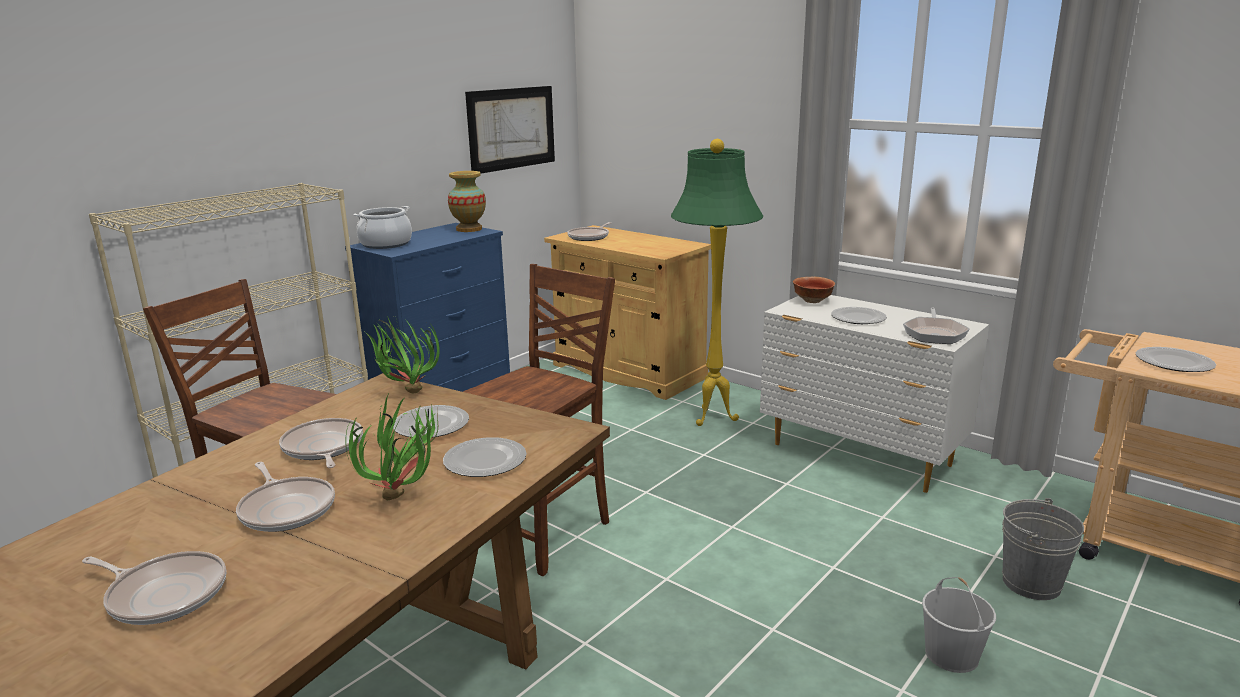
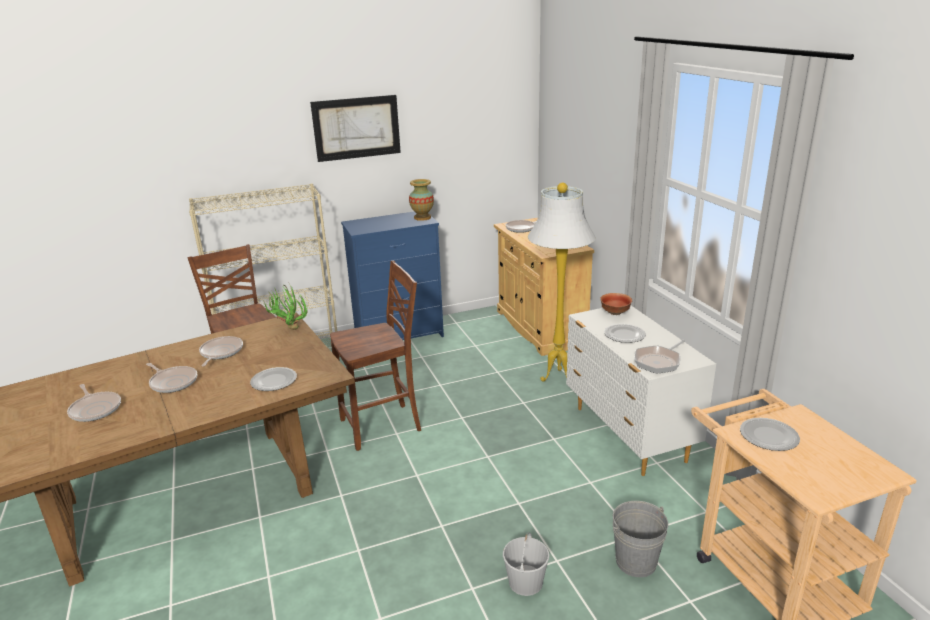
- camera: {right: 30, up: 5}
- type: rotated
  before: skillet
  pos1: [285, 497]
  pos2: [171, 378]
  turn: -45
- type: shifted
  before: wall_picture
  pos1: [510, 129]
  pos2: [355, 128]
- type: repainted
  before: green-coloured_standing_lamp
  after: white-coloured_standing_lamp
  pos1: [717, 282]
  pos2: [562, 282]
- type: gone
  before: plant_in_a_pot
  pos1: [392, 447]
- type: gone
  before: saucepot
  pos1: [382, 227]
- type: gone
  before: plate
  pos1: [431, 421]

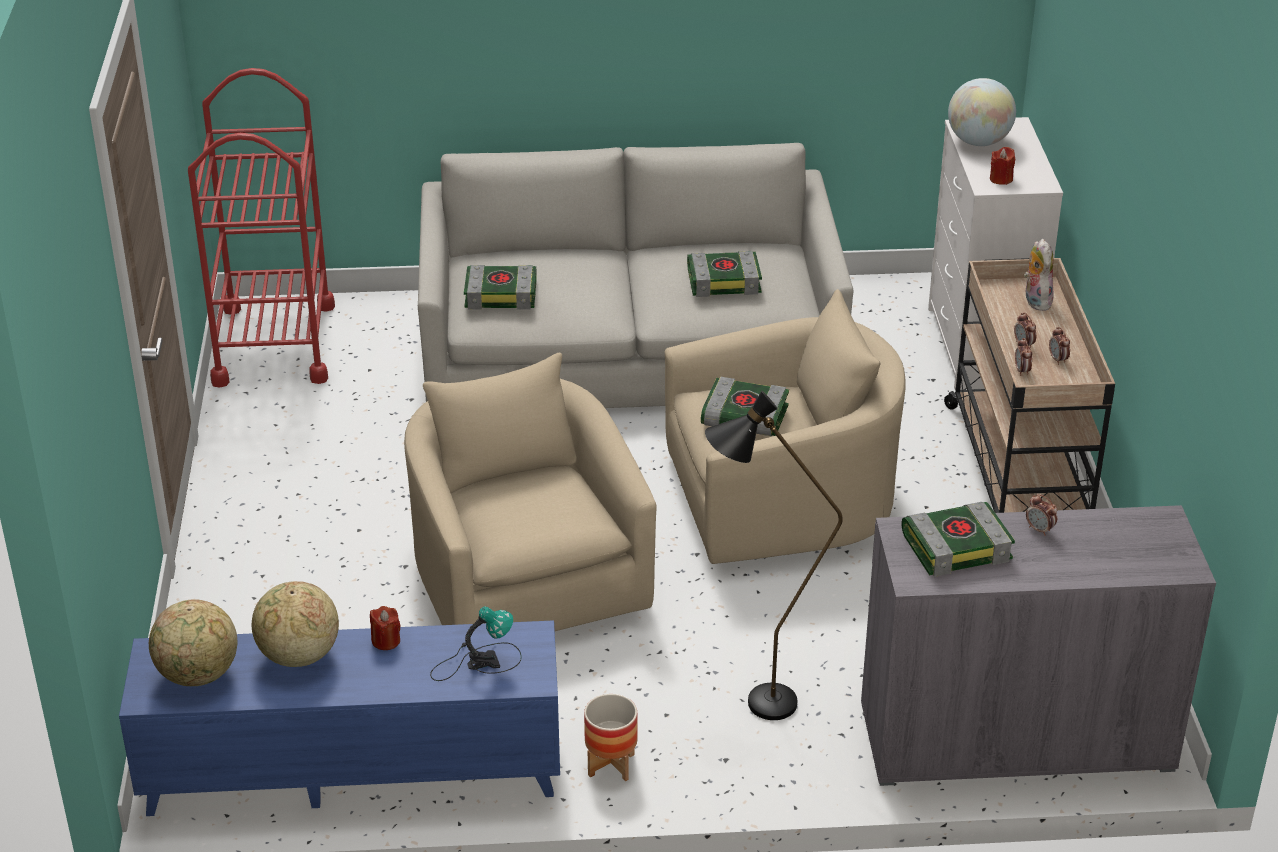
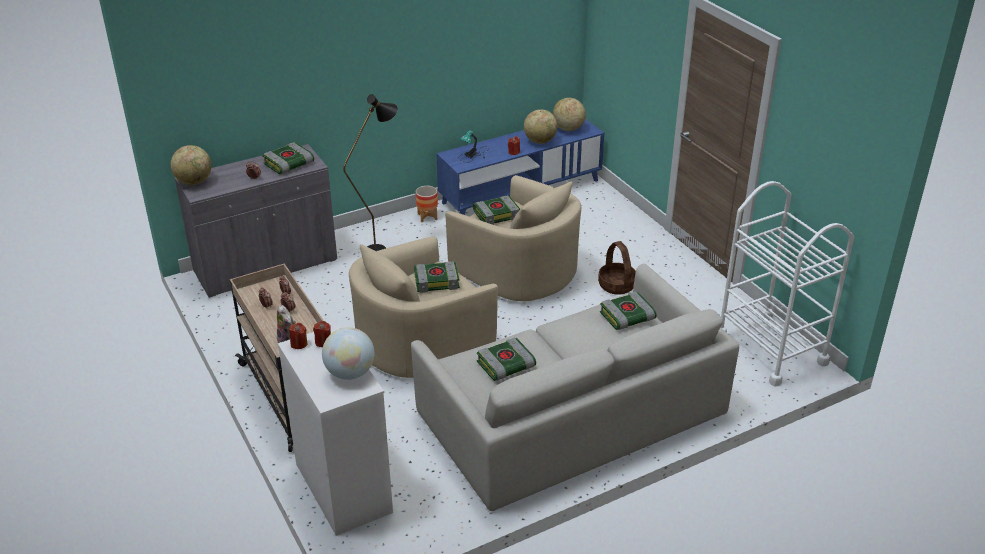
- camera: {right: 155, up: 0}
- type: new
  after: desk_globe
  pos2: [191, 165]
- type: new
  after: red_candle
  pos2: [298, 336]
- type: new
  after: volume
  pos2: [496, 210]
- type: new
  after: basket
  pos2: [617, 268]
- type: repainted
  before: red_trolley
  after: white-coloured_trolley
  pos1: [261, 228]
  pos2: [787, 283]

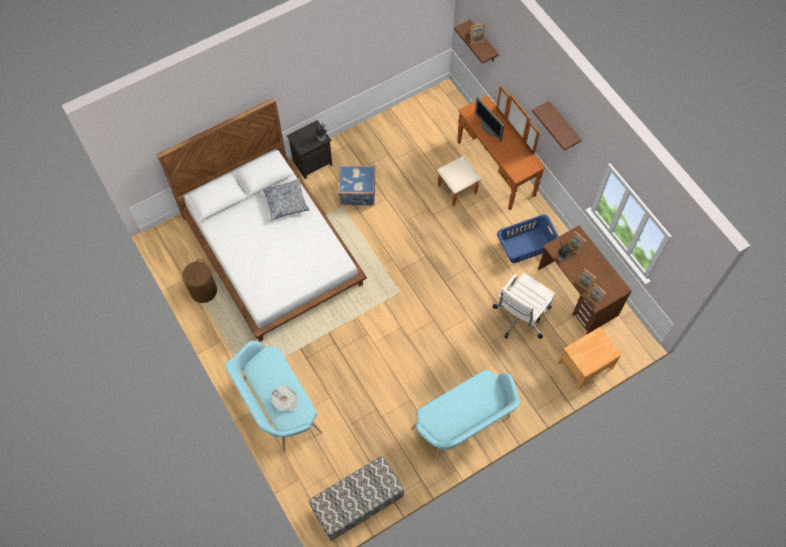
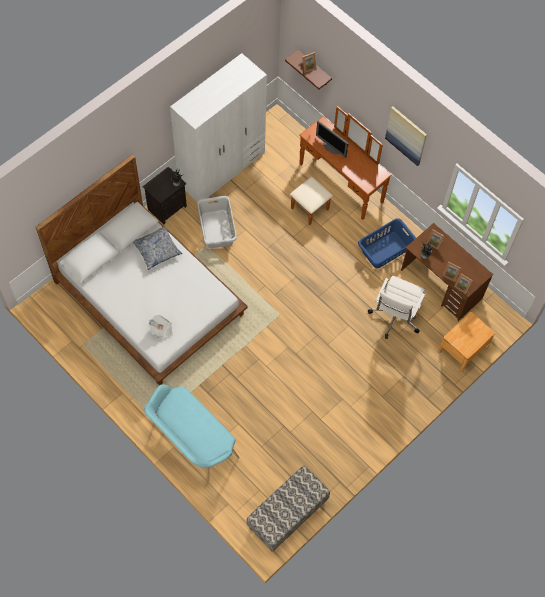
- camera: {right: -15, up: 0}
- type: shifted
  before: daily_paper
  pos1: [284, 398]
  pos2: [161, 326]
- type: new
  after: white-coloured_wardrobe
  pos2: [218, 127]
- type: swapped
  before: bluish_suitcase
  after: grey_washing_basket
  pos1: [356, 185]
  pos2: [217, 222]
- type: swapped
  before: brownish_shelf
  after: wall_picture
  pos1: [557, 126]
  pos2: [406, 136]
- type: gone
  before: brownish_washing_basket
  pos1: [199, 281]
- type: gone
  before: blue-green_indoor_bench
  pos1: [465, 416]

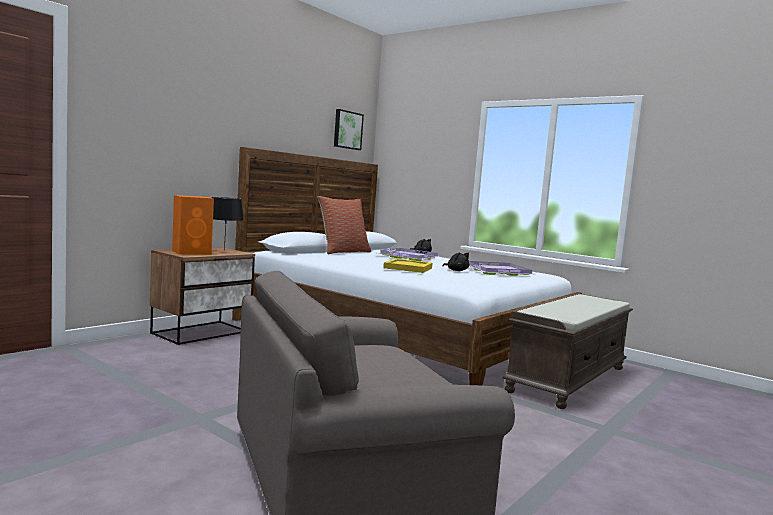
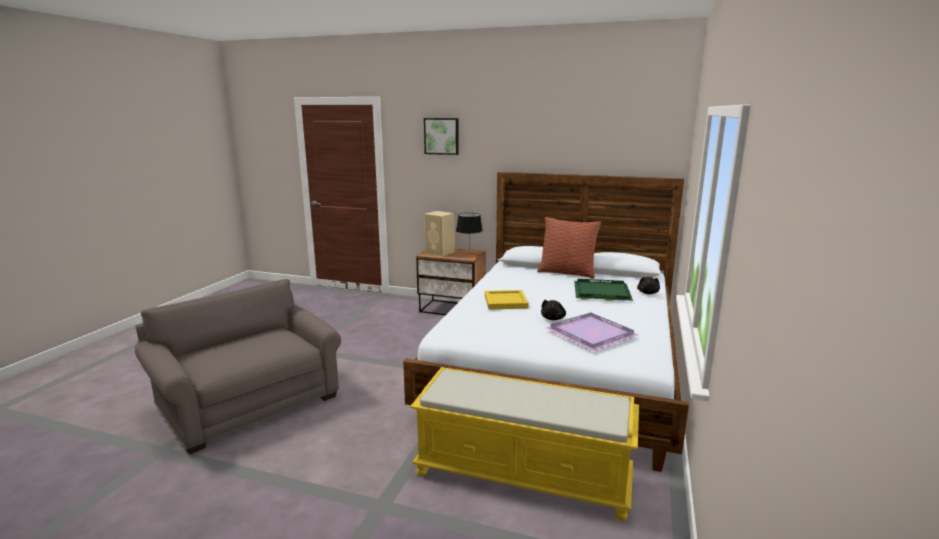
- camera: {right: 70, up: 10}
- type: repainted
  before: brownish_indoor_bench
  after: yellow-coloured_indoor_bench
  pos1: [567, 351]
  pos2: [524, 444]
- type: shifted
  before: wall_picture
  pos1: [349, 129]
  pos2: [441, 136]
- type: repainted
  before: orange-coloured_speaker
  after: sand-coloured_speaker
  pos1: [193, 225]
  pos2: [439, 233]
- type: repainted
  before: purple-coloured_tray
  after: green-coloured_tray
  pos1: [408, 254]
  pos2: [603, 290]

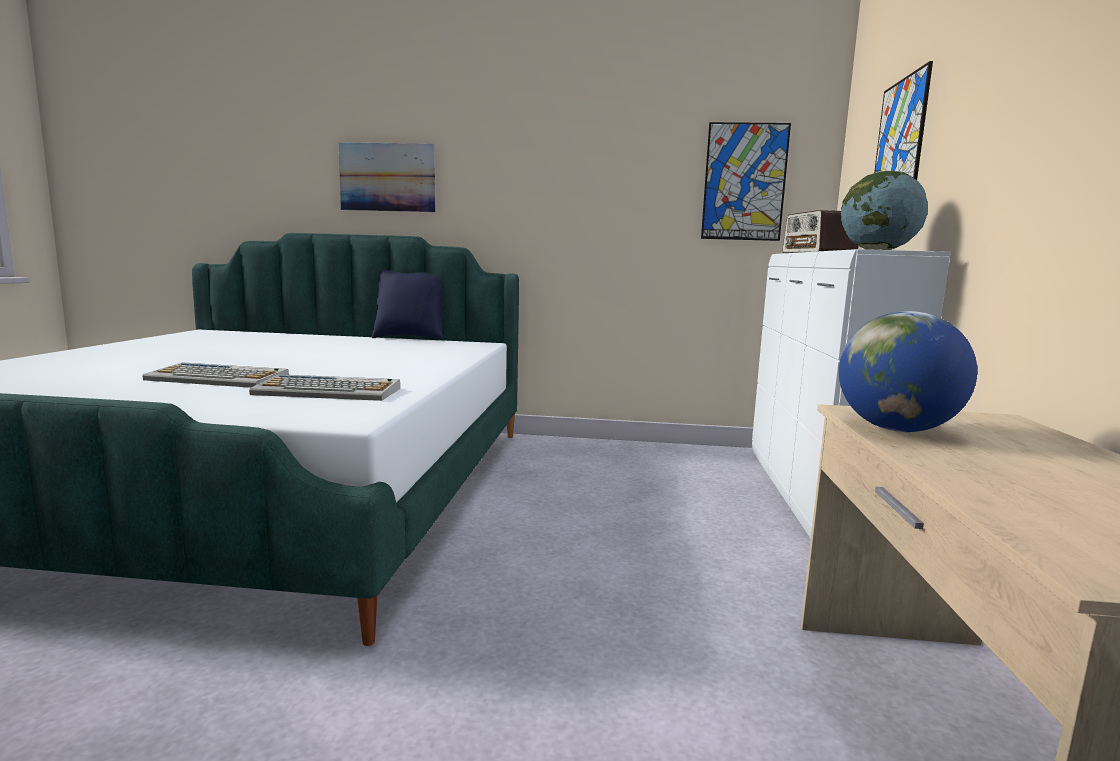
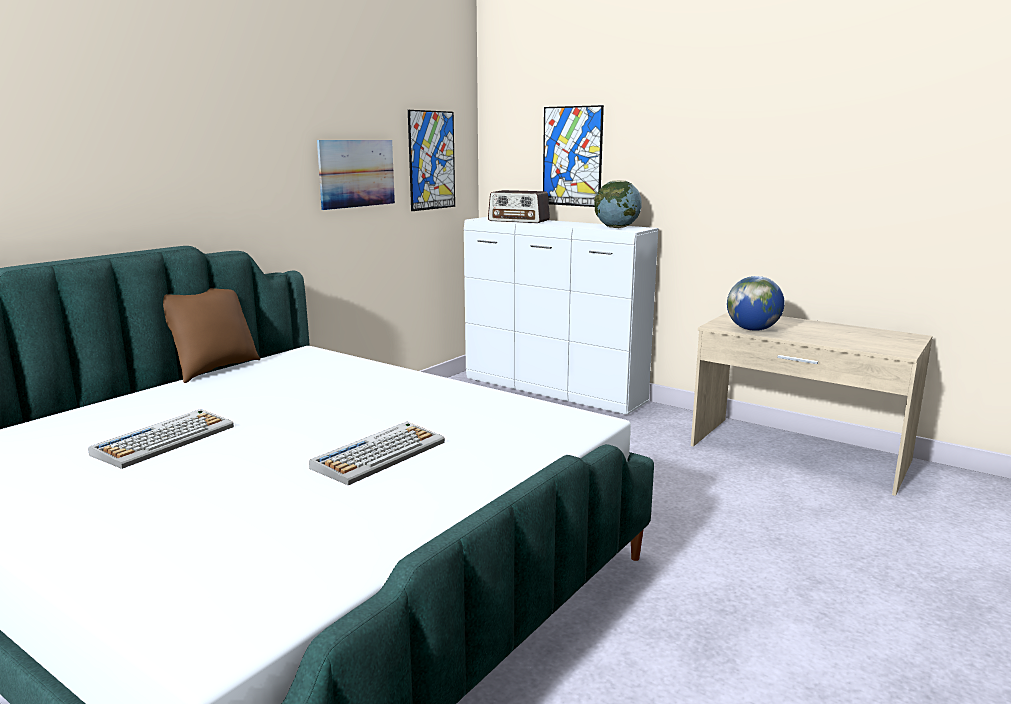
- camera: {right: -60, up: 5}
- type: shifted
  before: PC_keyboard
  pos1: [324, 387]
  pos2: [161, 439]
- type: repainted
  before: bluish_pillow
  after: brownish_pillow
  pos1: [407, 305]
  pos2: [211, 335]
- type: shifted
  before: wall_picture
  pos1: [387, 177]
  pos2: [356, 175]

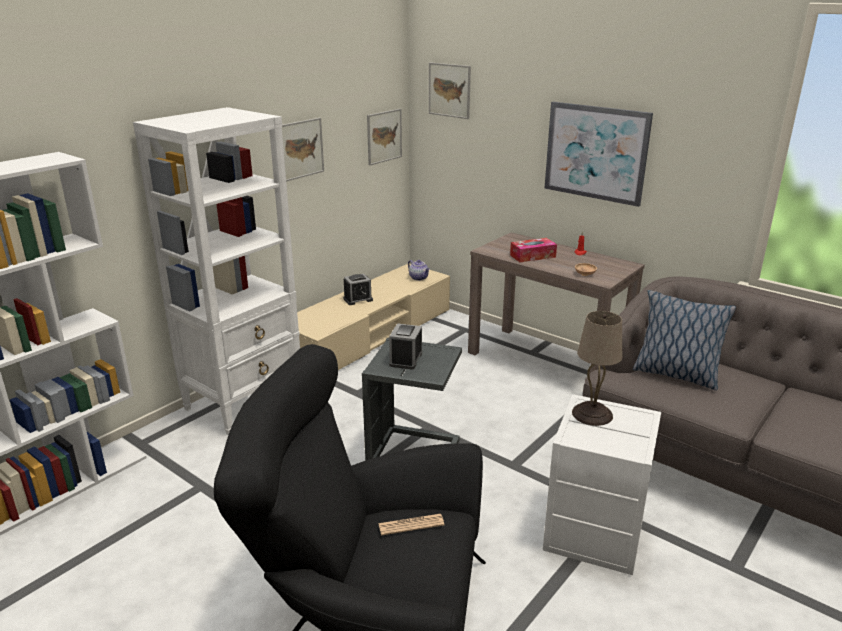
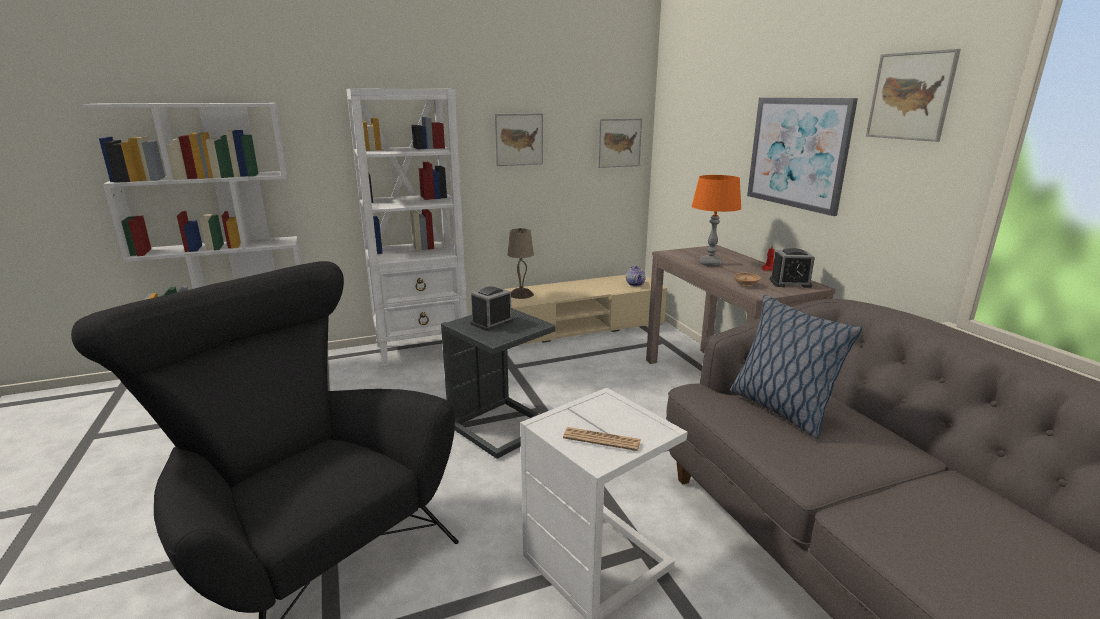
- camera: {right: 30, up: -5}
- type: shifted
  before: sand-coloured_tabletop_lamp
  pos1: [597, 368]
  pos2: [520, 263]
- type: shifted
  before: daily_paper
  pos1: [411, 524]
  pos2: [602, 439]
- type: swapped
  before: box_of_tissues
  after: orange-coloured_tabletop_lamp
  pos1: [533, 250]
  pos2: [717, 220]
- type: shifted
  before: alarm_clock
  pos1: [358, 289]
  pos2: [792, 268]
- type: shifted
  before: wall_picture
  pos1: [450, 90]
  pos2: [913, 95]

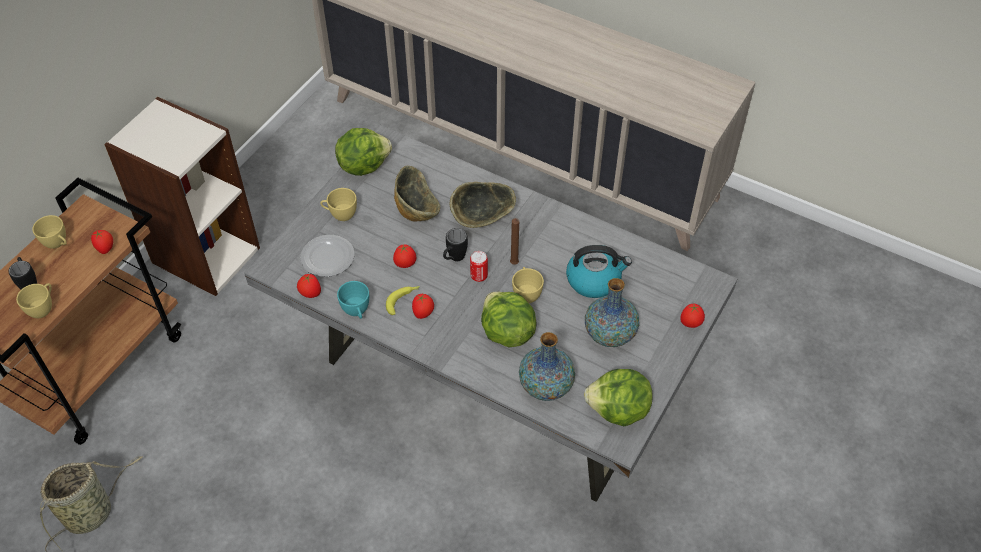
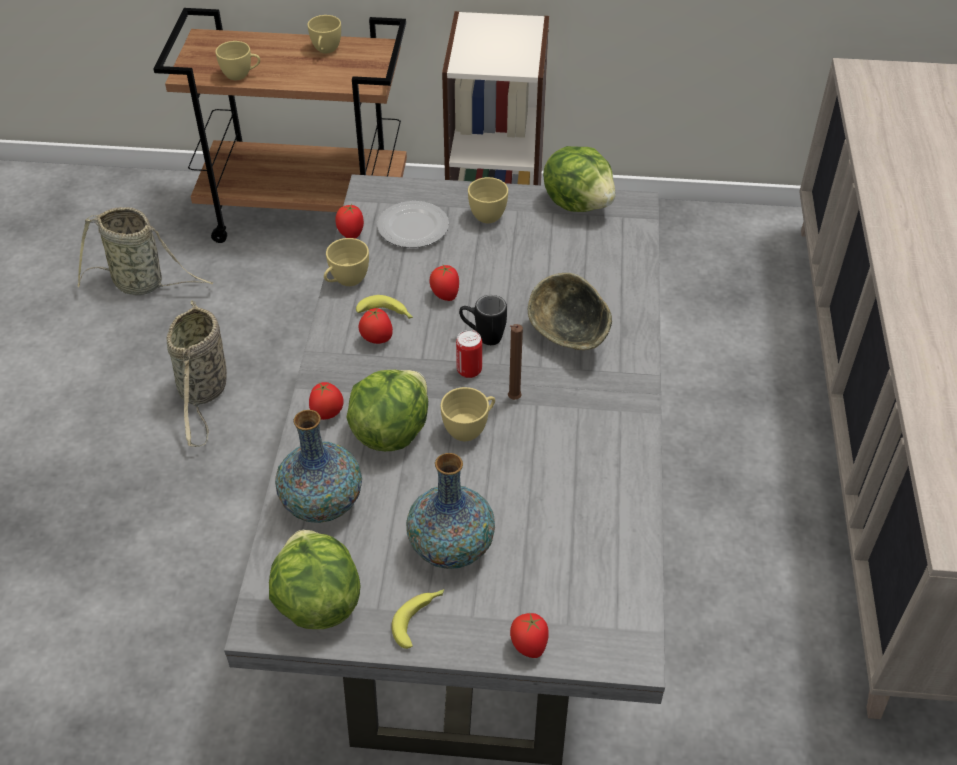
- camera: {right: 65, up: -5}
- type: new
  after: basket
  pos2: [197, 373]
- type: shifted
  before: fresh_tomato
  pos1: [102, 242]
  pos2: [326, 401]
- type: repainted
  before: blue-green_cup
  after: yellow-coloured_cup
  pos1: [353, 300]
  pos2: [346, 262]
- type: new
  after: whole_banana
  pos2: [417, 619]
- type: gone
  before: black_coffee_mug
  pos1: [22, 273]
- type: gone
  before: bowl
  pos1: [417, 193]
- type: gone
  before: kettle
  pos1: [599, 271]

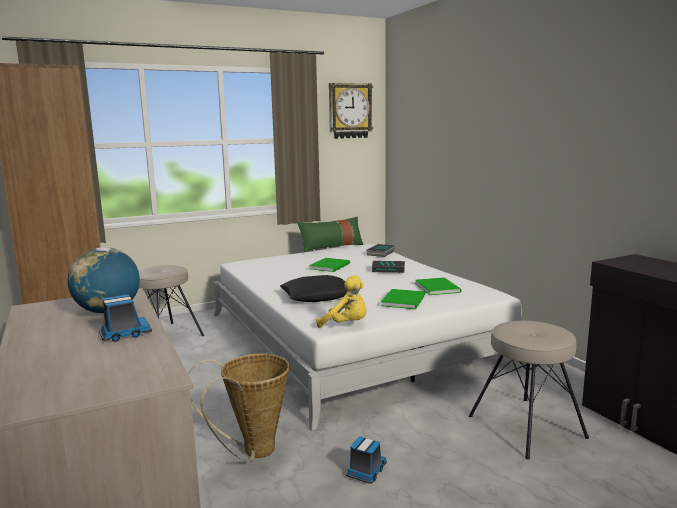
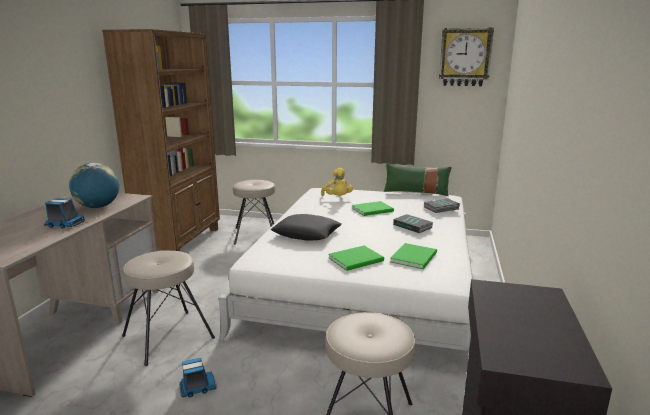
- camera: {right: 40, up: 5}
- type: swapped
  before: basket
  after: sand-coloured_stool_seat
  pos1: [238, 407]
  pos2: [168, 308]
- type: shifted
  before: yellow-coloured_cuddly_toy
  pos1: [341, 301]
  pos2: [337, 182]

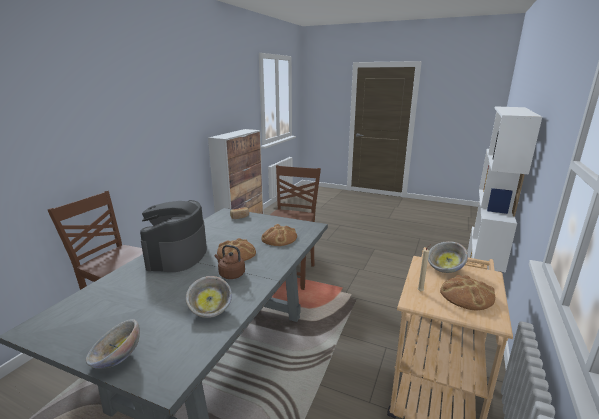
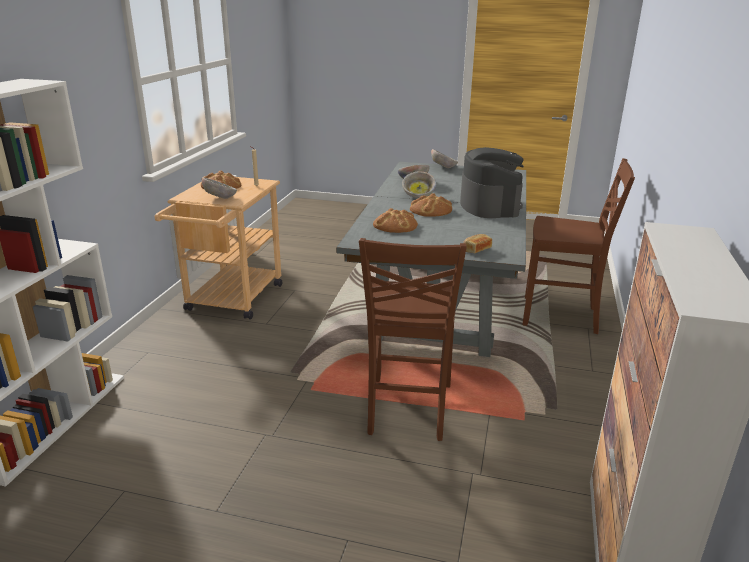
- camera: {right: 170, up: 5}
- type: swapped
  before: brownish_kettle
  after: bowl
  pos1: [230, 262]
  pos2: [419, 184]

